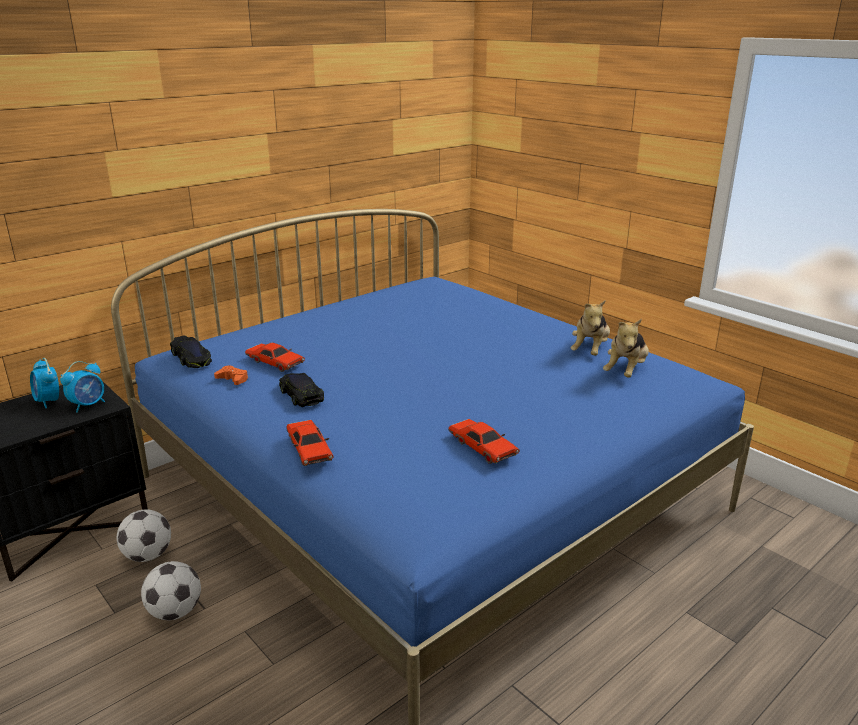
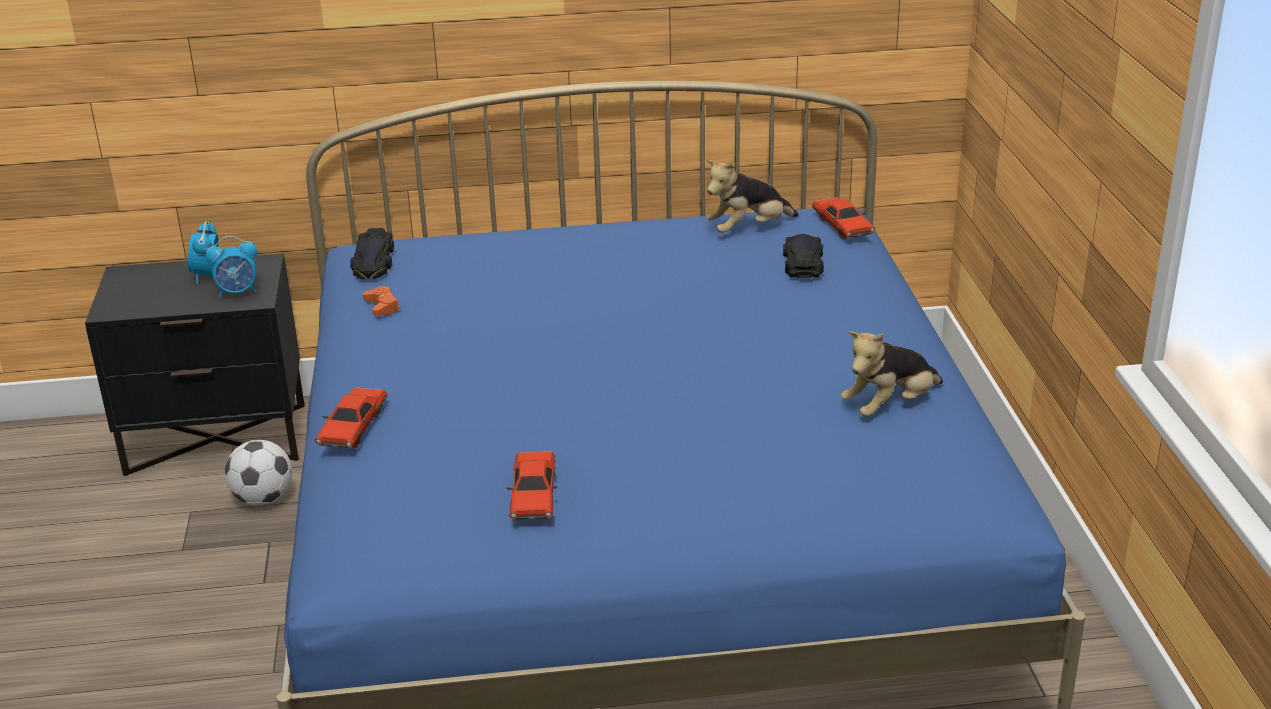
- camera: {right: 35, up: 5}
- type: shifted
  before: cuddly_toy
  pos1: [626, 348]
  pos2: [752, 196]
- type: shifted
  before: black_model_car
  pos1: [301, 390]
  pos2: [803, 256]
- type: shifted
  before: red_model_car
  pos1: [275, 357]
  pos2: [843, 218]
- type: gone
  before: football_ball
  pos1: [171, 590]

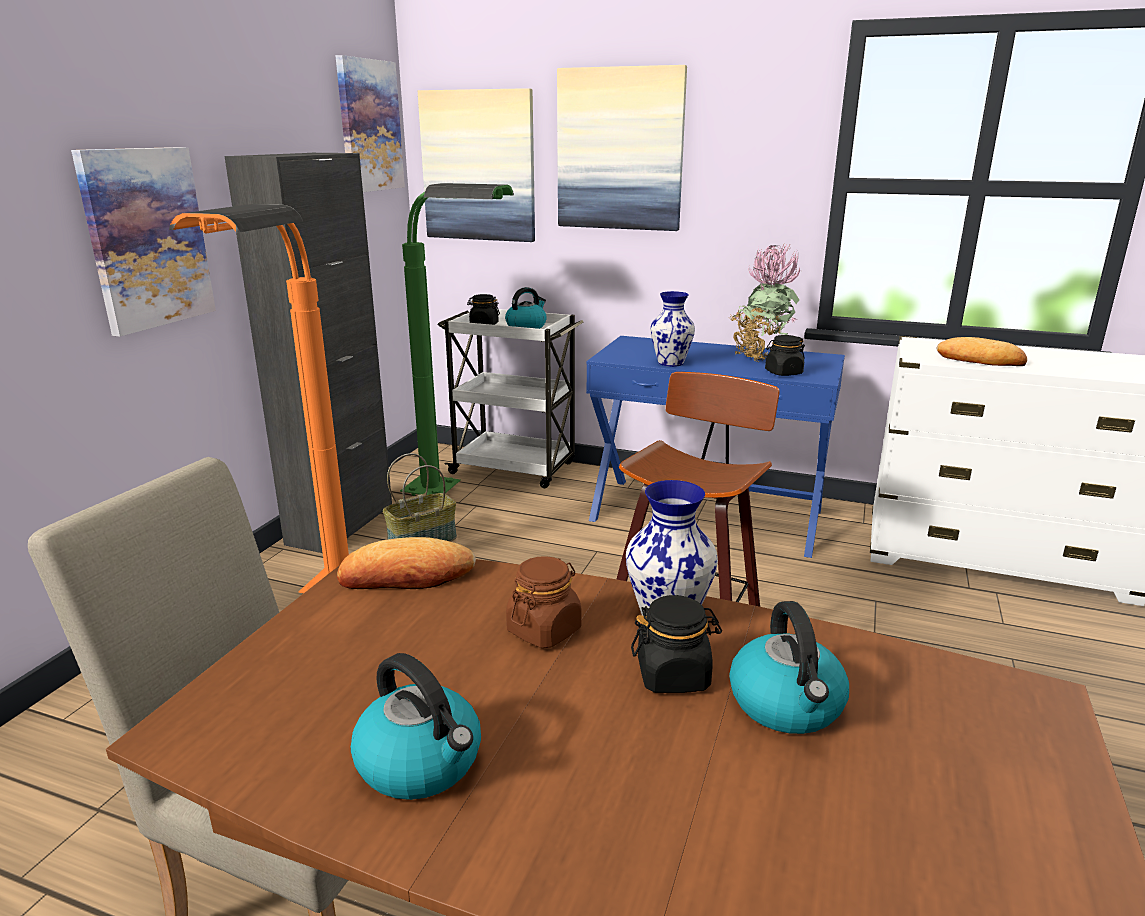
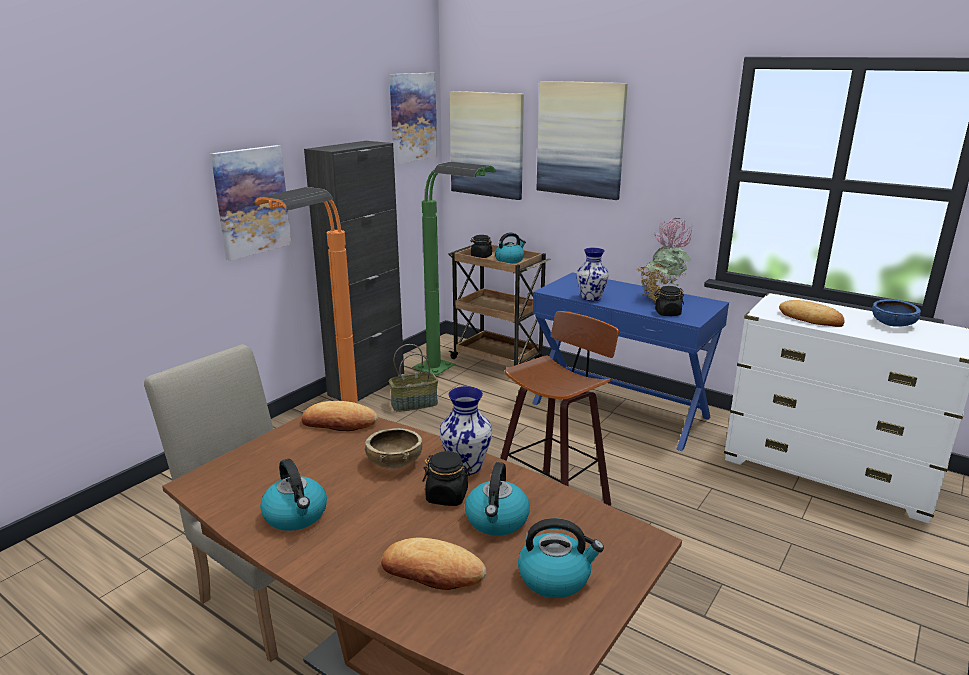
- camera: {right: 15, up: 0}
- type: swapped
  before: brownish_storage_jar
  after: brownish_bowl
  pos1: [544, 602]
  pos2: [393, 448]
- type: new
  after: baked_bread
  pos2: [433, 563]
- type: repainted
  before: white-coloured_trolley
  after: brownish_trolley
  pos1: [510, 398]
  pos2: [499, 305]
- type: new
  after: kettle
  pos2: [561, 558]
- type: new
  after: bluish_bowl
  pos2: [896, 313]

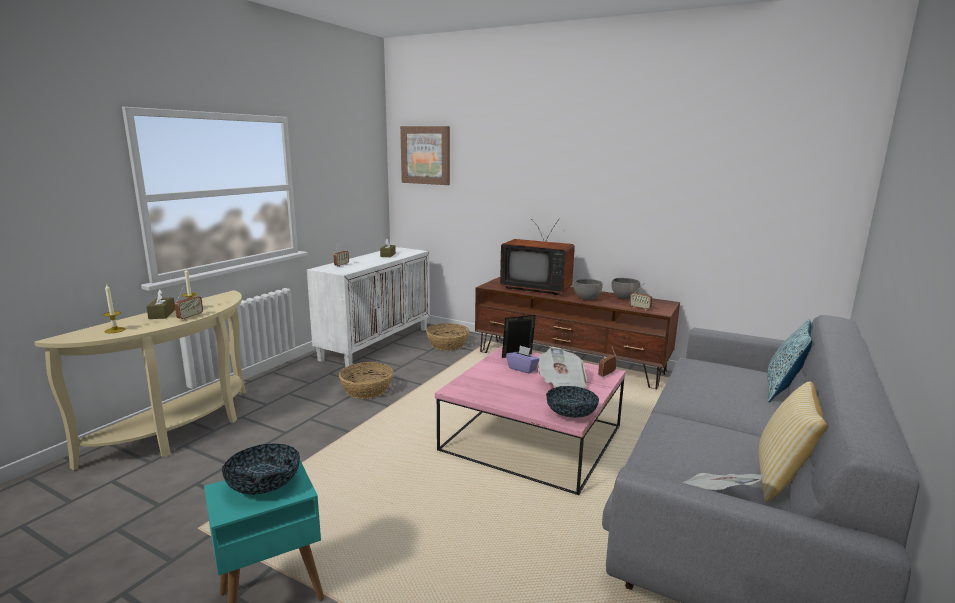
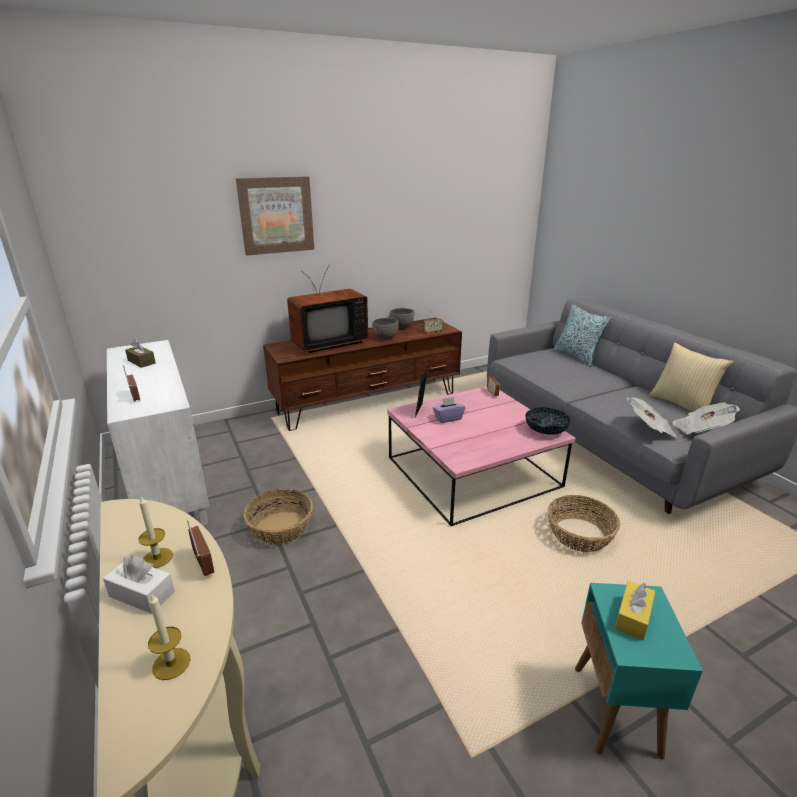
- camera: {right: -55, up: 10}
- type: repainted
  before: brownish_box_of_tissues
  after: white-coloured_box_of_tissues
  pos1: [160, 304]
  pos2: [139, 584]
- type: shifted
  before: wall_picture
  pos1: [425, 155]
  pos2: [275, 215]
- type: shifted
  before: basket
  pos1: [447, 337]
  pos2: [583, 523]
- type: swapped
  before: bowl
  after: yellow-coloured_box_of_tissues
  pos1: [261, 469]
  pos2: [635, 611]
- type: shifted
  before: daily_paper
  pos1: [562, 367]
  pos2: [652, 417]

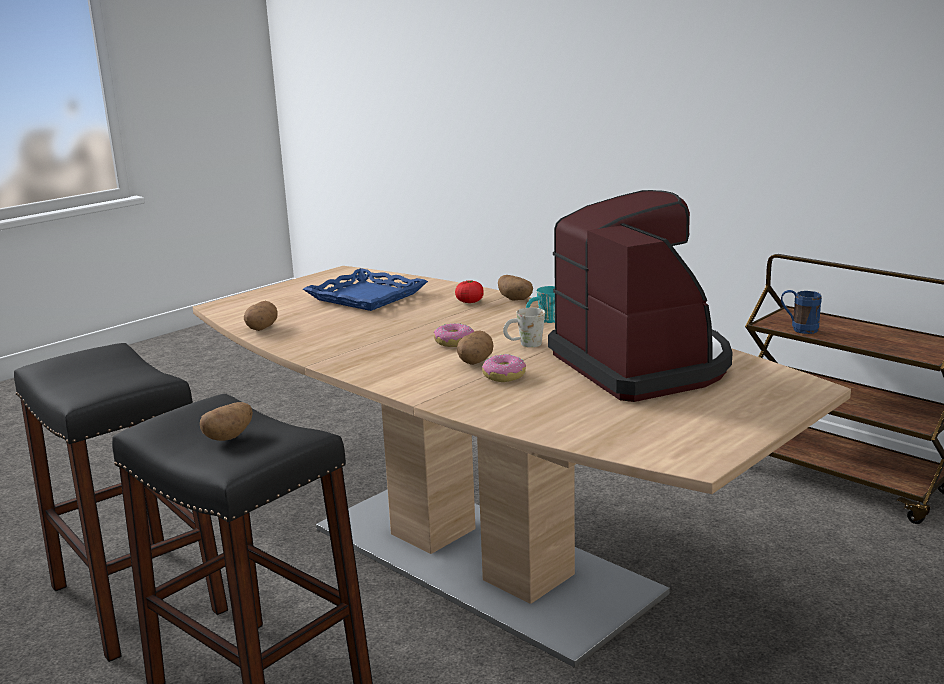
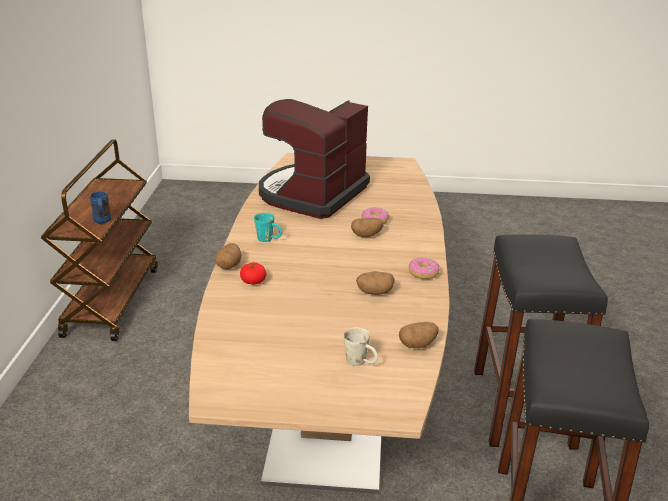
- camera: {right: -130, up: 10}
- type: shifted
  before: white-coloured_coffee_mug
  pos1: [524, 327]
  pos2: [360, 346]
- type: shifted
  before: whole_potato
  pos1: [226, 421]
  pos2: [375, 283]
- type: shifted
  before: doughnut
  pos1: [454, 335]
  pos2: [424, 268]
- type: gone
  before: bluish_tray
  pos1: [365, 289]

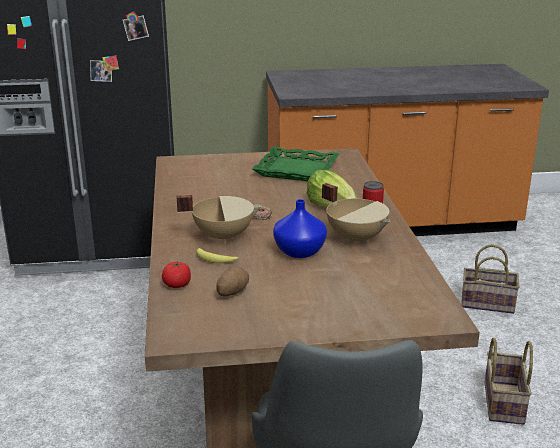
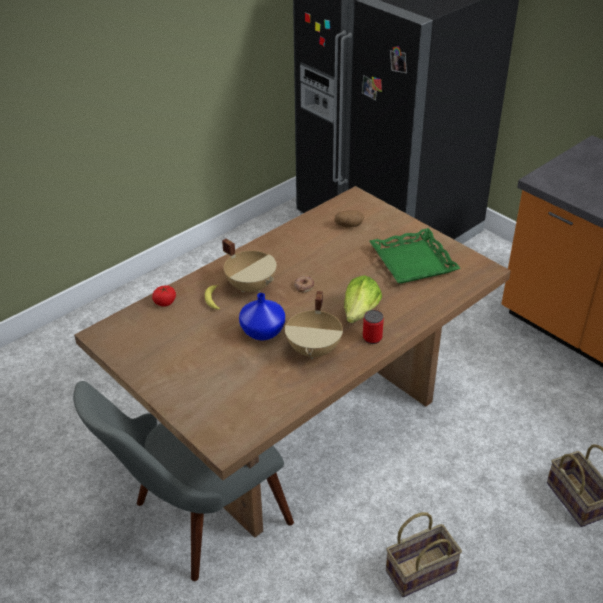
- camera: {right: 55, up: 15}
- type: shifted
  before: whole_potato
  pos1: [232, 281]
  pos2: [349, 219]

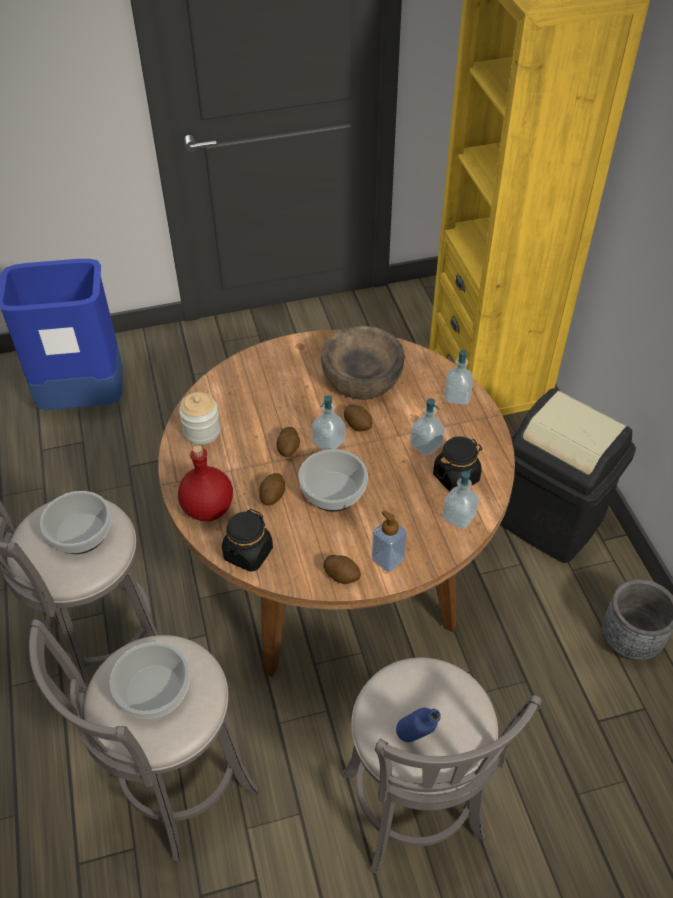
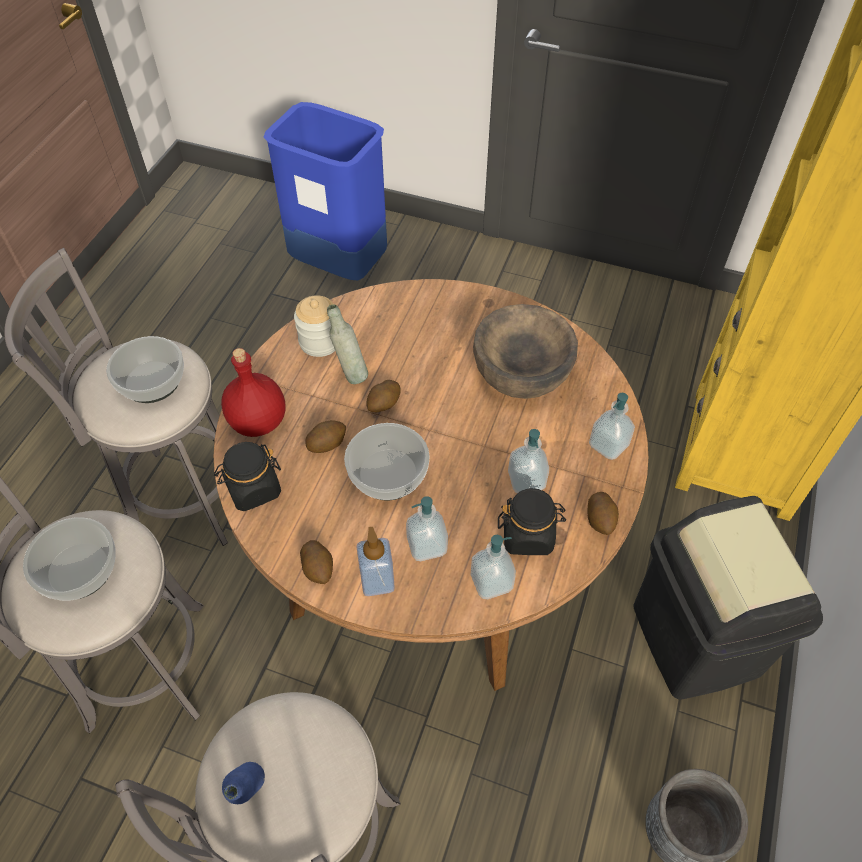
- camera: {right: 35, up: 5}
- type: new
  after: grey_beverage_bottle
  pos2: [347, 344]
- type: shifted
  before: soap_dispenser
  pos1: [328, 422]
  pos2: [427, 528]
- type: shifted
  before: whole_potato
  pos1: [358, 417]
  pos2: [603, 513]

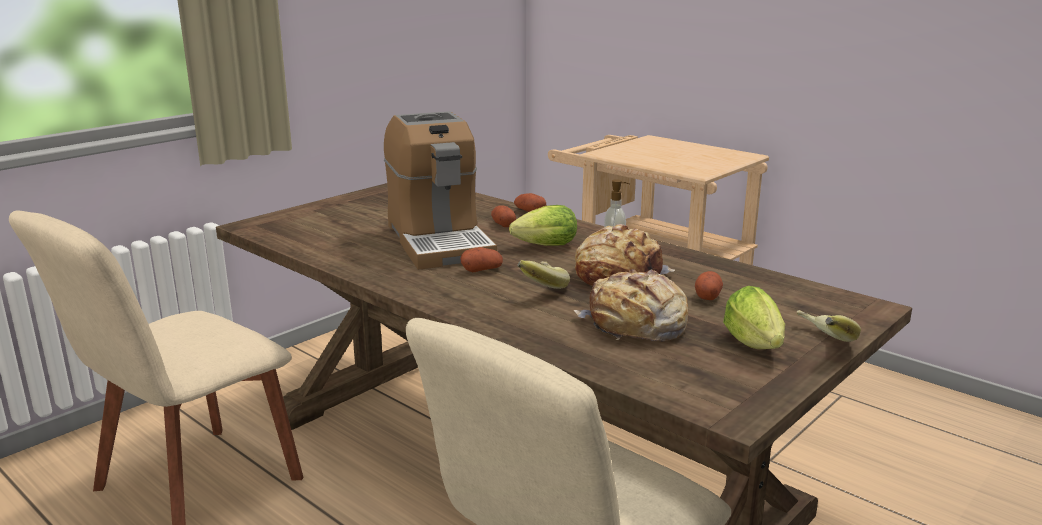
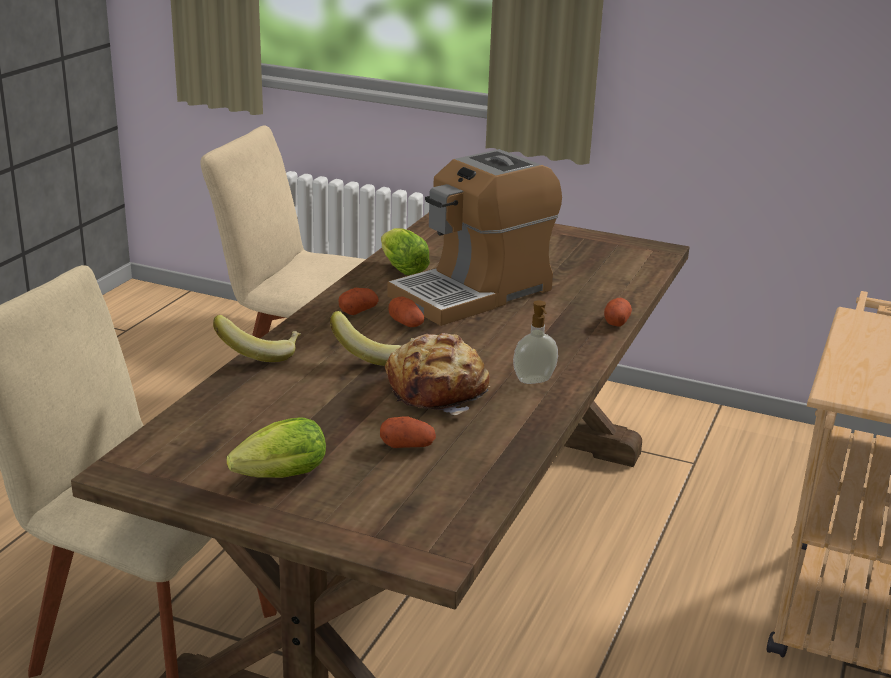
- camera: {right: 70, up: 5}
- type: shifted
  before: whole_banana
  pos1: [828, 326]
  pos2: [257, 338]
- type: shifted
  before: whole_potato
  pos1: [503, 216]
  pos2: [358, 301]
- type: shifted
  before: lettuce_head
  pos1: [543, 225]
  pos2: [405, 251]
- type: gone
  before: baked_bread
  pos1: [631, 305]

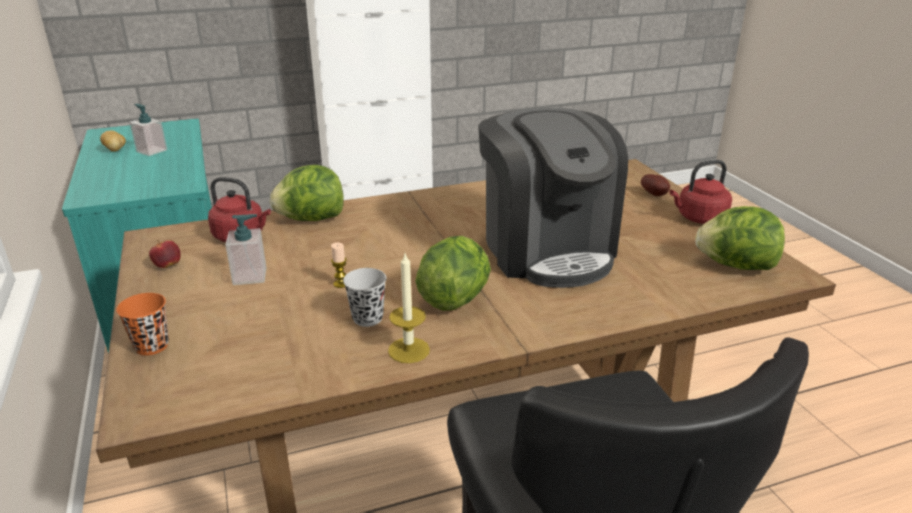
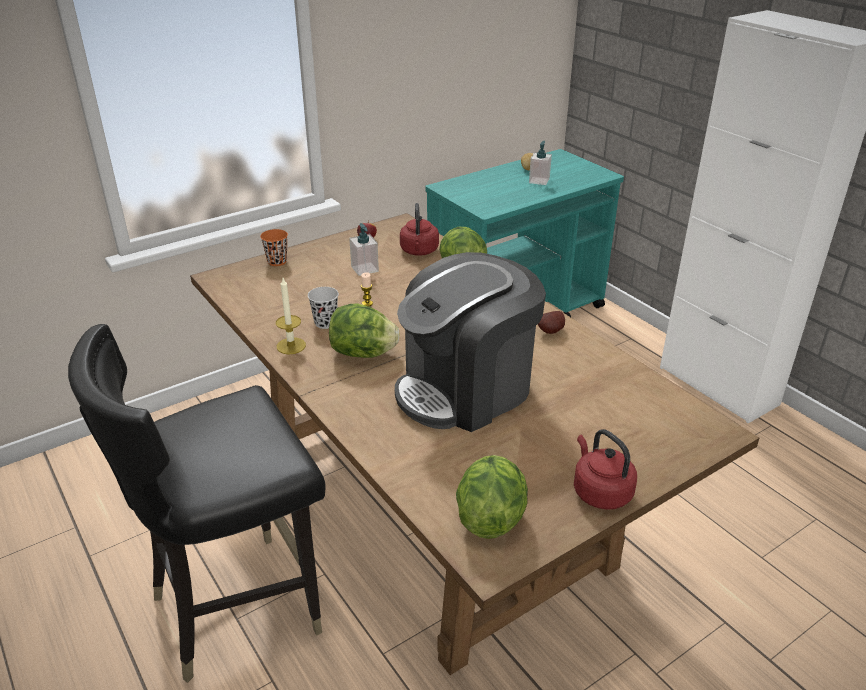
- camera: {right: 75, up: 5}
- type: shifted
  before: whole_potato
  pos1: [655, 185]
  pos2: [551, 322]

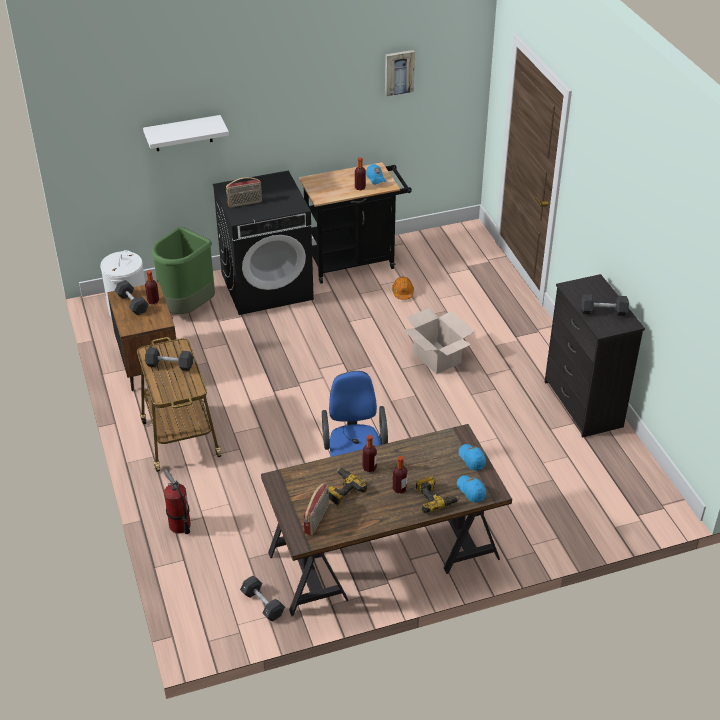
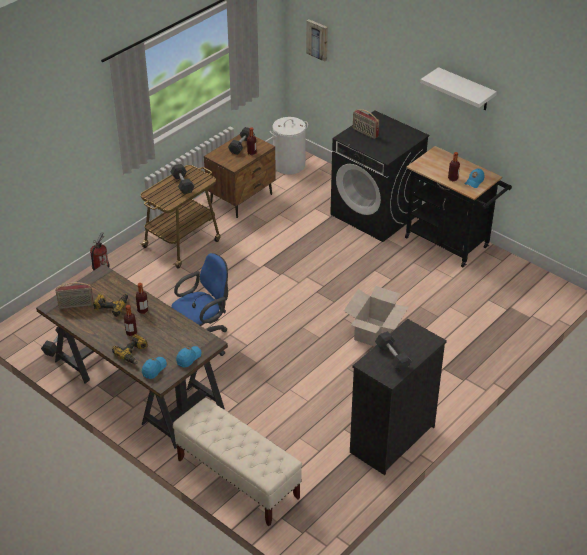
- camera: {right: 60, up: 0}
- type: new
  after: sand-coloured_indoor_bench
  pos2: [237, 462]
- type: shifted
  before: wall_picture
  pos1: [400, 73]
  pos2: [317, 40]
- type: shifted
  before: white-coloured_shelf
  pos1: [186, 133]
  pos2: [458, 89]
- type: gone
  before: green-coloured_trash_can
  pos1: [183, 270]
- type: gone
  before: orange-coloured_safety_helmet
  pos1: [403, 288]

